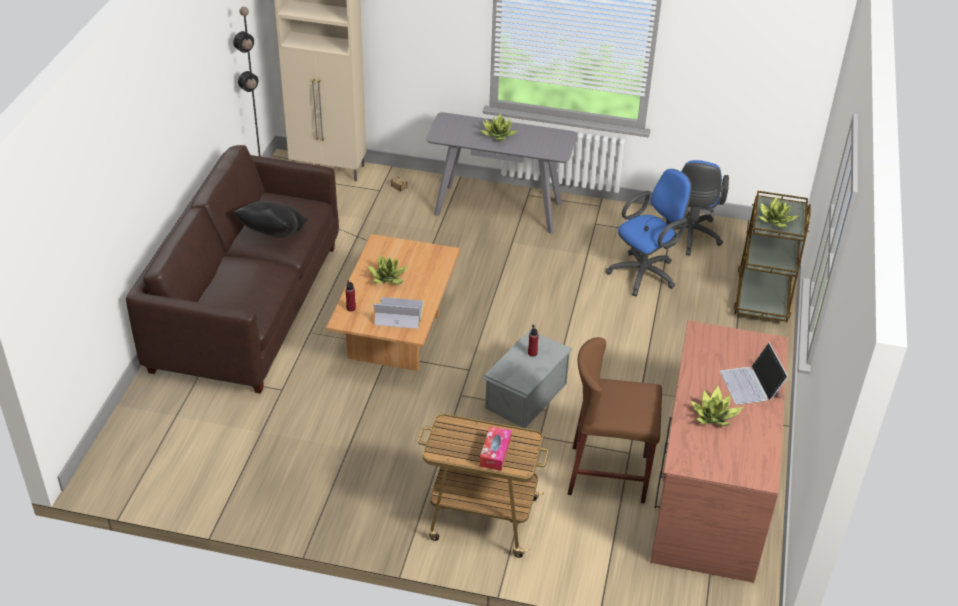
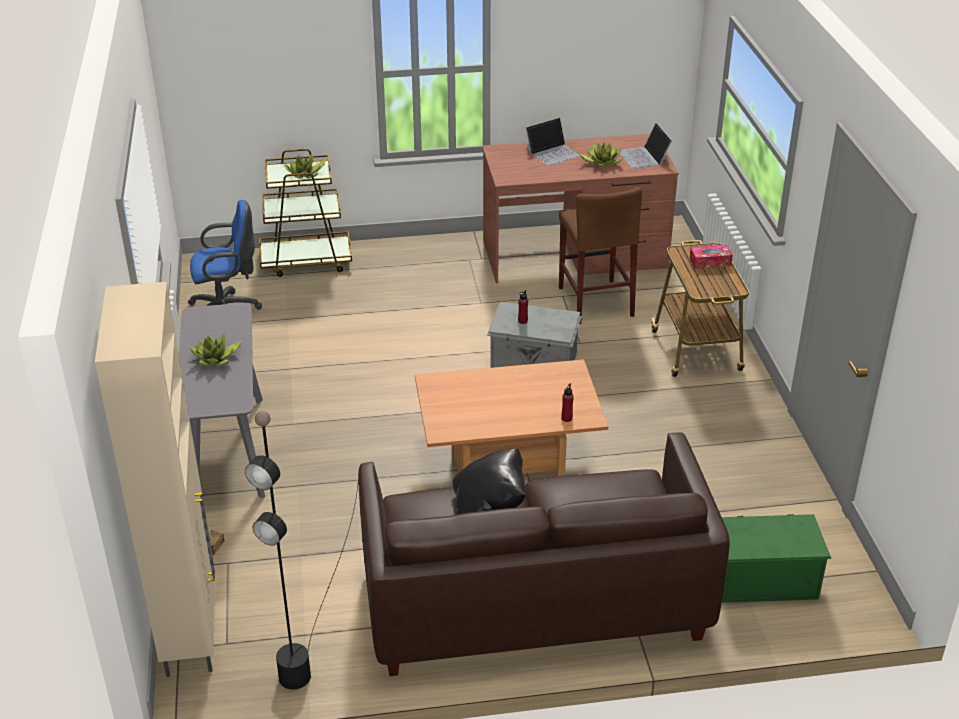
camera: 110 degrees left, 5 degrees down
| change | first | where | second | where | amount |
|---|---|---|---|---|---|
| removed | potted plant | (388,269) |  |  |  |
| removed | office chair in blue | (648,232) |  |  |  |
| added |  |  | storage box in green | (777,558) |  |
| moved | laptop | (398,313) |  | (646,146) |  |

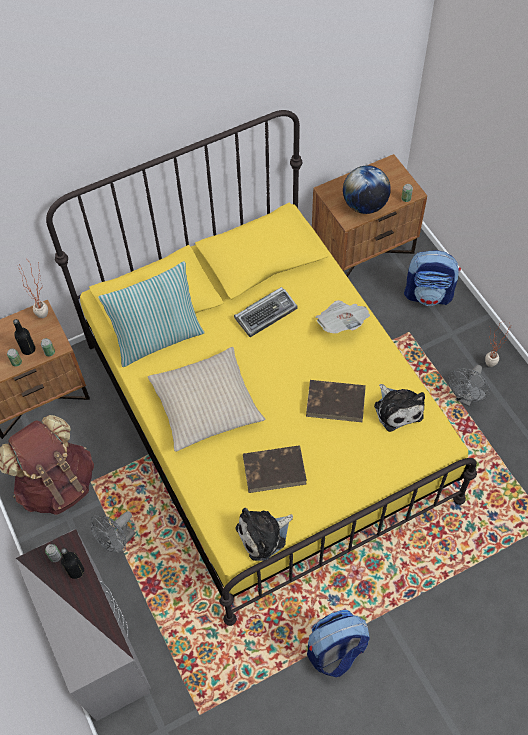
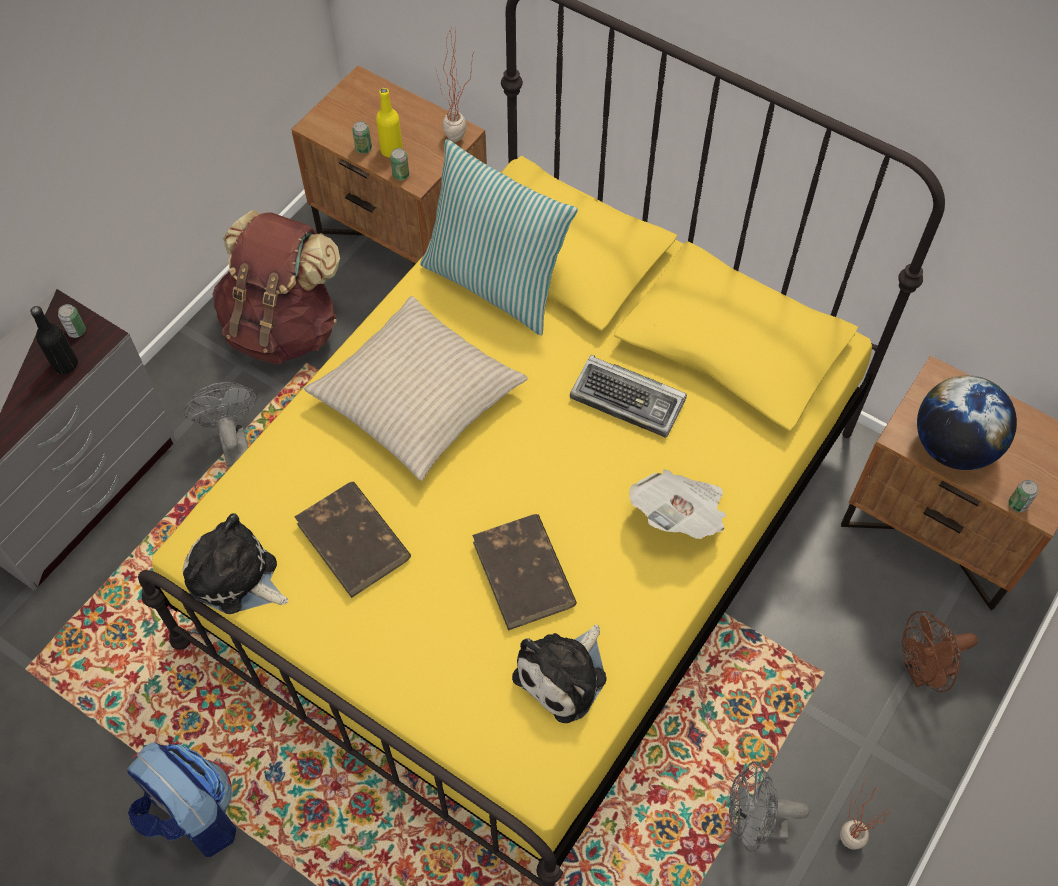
camera: 60 degrees right, 0 degrees up
| change | first | where | second | where | amount |
|---|---|---|---|---|---|
| replaced | backpack | (432,278) | fan in brown | (940,651) |  |
| recoloured | bottle in black | (24,337) | bottle in yellow | (389,123) |  |
| turned | fan in grey | (113,532) |  | (220,424) | 60 degrees clockwise |

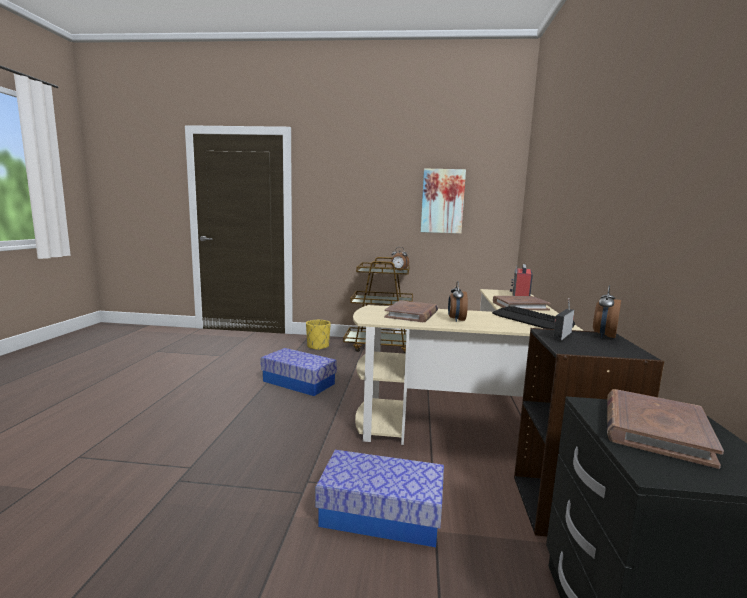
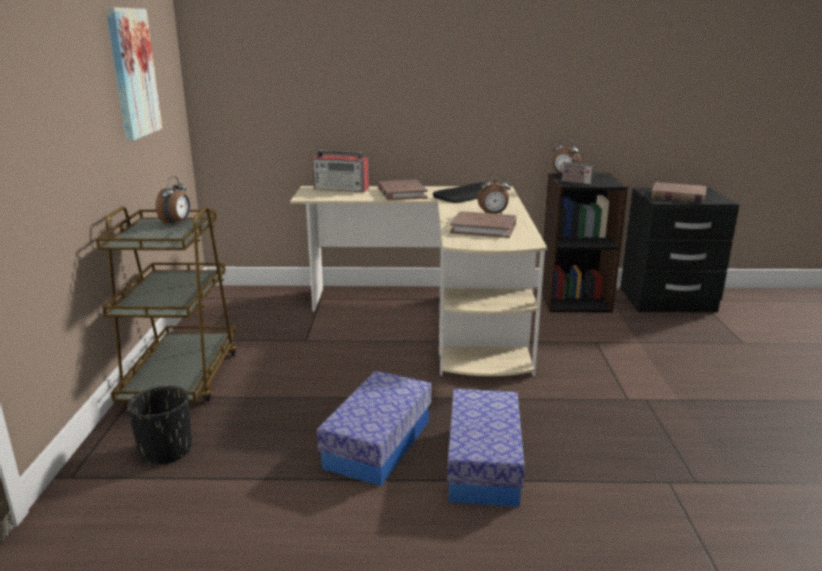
camera: 95 degrees left, 10 degrees up
| change | first | where | second | where | amount |
|---|---|---|---|---|---|
| moved | storage box | (379,498) |  | (486,448) |  |
| recoloured | planter in yellow | (318,335) | planter in black | (159,426) |  |

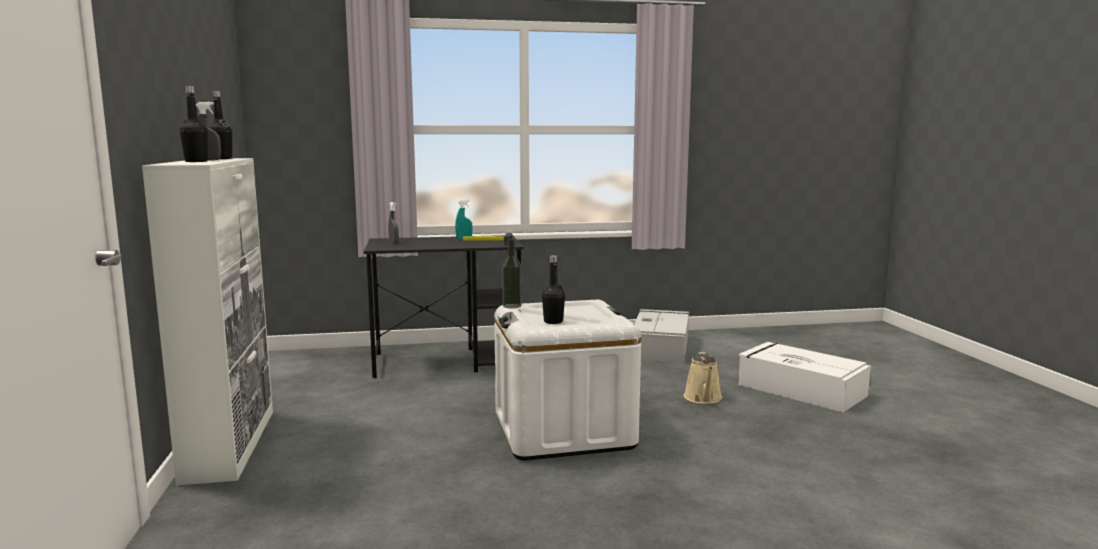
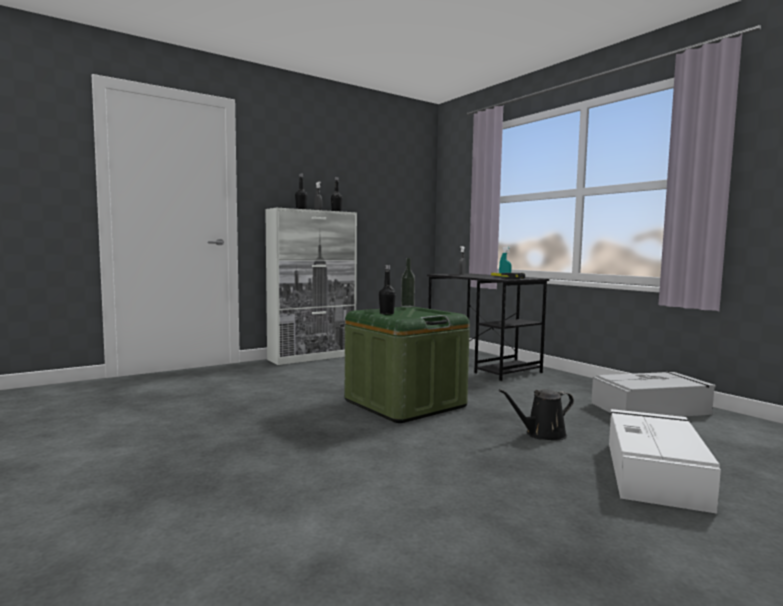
camera: 65 degrees right, 5 degrees down
| change | first | where | second | where | amount |
|---|---|---|---|---|---|
| recoloured | storage box in white | (567,379) | storage box in green | (407,365) |  |
| recoloured | watering can in beige | (703,378) | watering can in black | (536,414) |  |

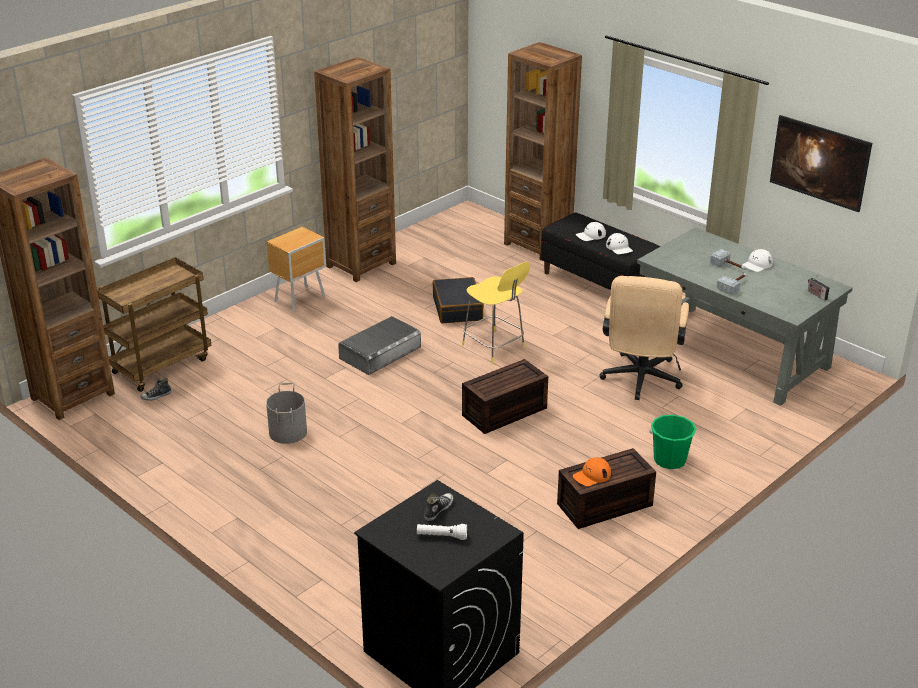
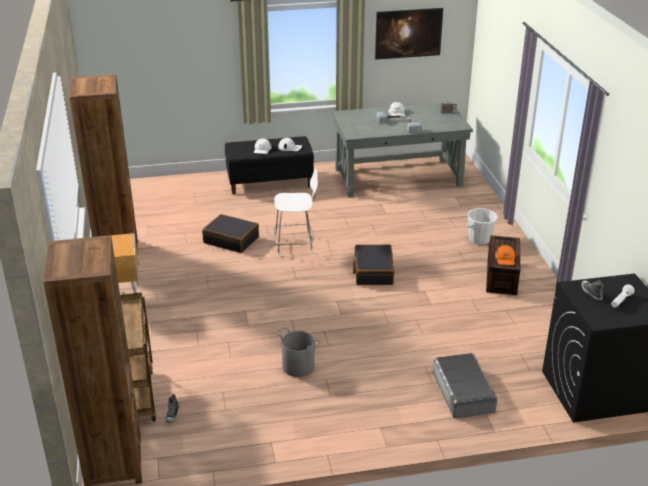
camera: 55 degrees left, 0 degrees up
| change | first | where | second | where | amount |
|---|---|---|---|---|---|
| removed | bookcase in brown | (543,151) |  |  |  |
| removed | office chair in beige | (644,338) |  |  |  |
| moved | storage box in grey | (379,345) |  | (465,385) |  |
| replaced | storage box in brown | (505,396) | suitcase in black | (373,264) |  |
| recoloured | stool in yellow | (496,312) | stool in white | (295,212) |  |
| recoloured | bucket in green | (673,442) | bucket in white | (482,226) |  |

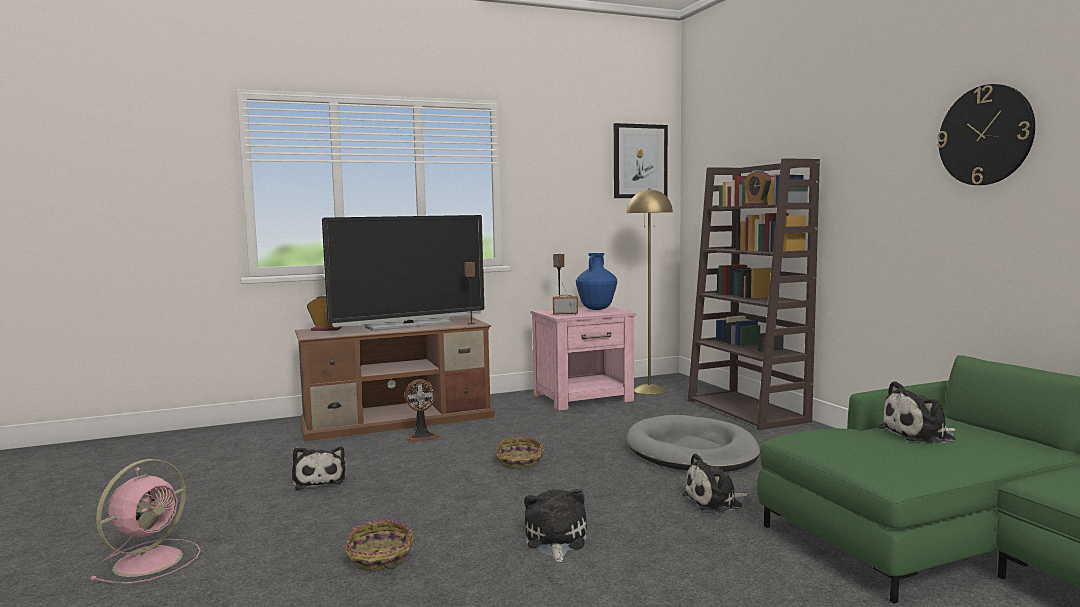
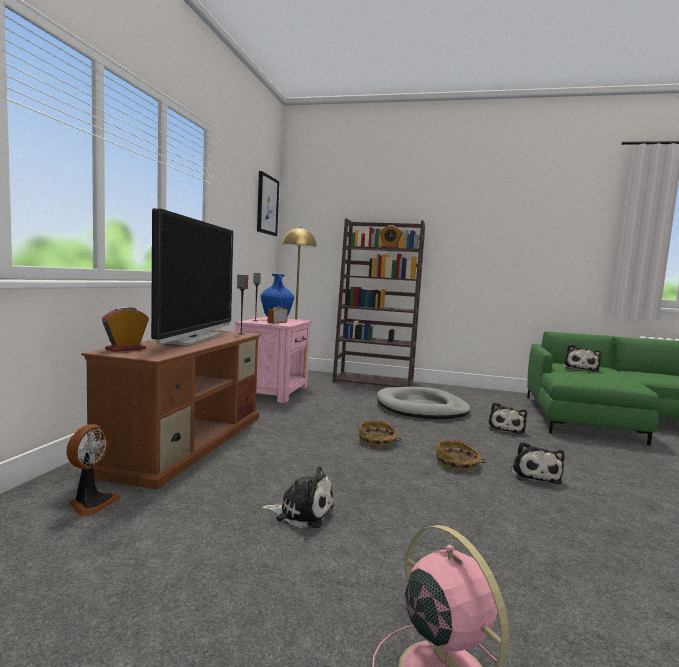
camera: 55 degrees left, 0 degrees up
| change | first | where | second | where | amount |
|---|---|---|---|---|---|
| removed | wall clock | (986,134) |  |  |  |
| moved | basket | (378,545) |  | (461,456) |  |
| moved | fan | (422,410) |  | (93,470) |  |
| turned | plush toy | (555,525) |  | (538,463) | 120 degrees counterclockwise |

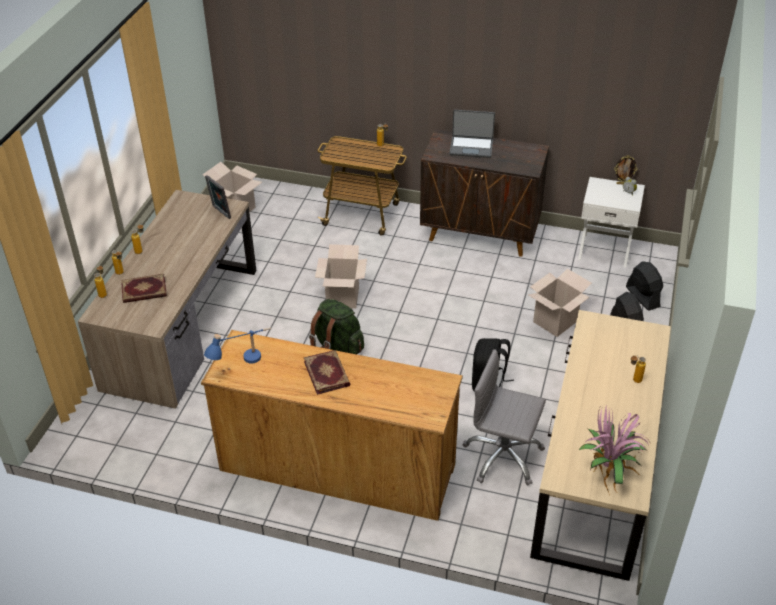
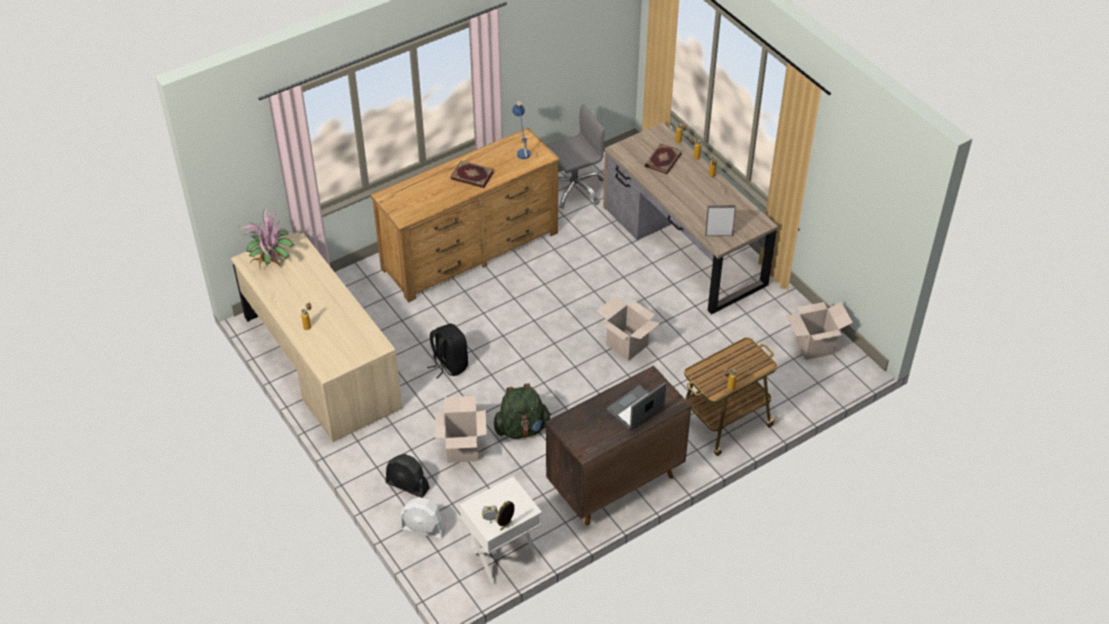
camera: 130 degrees right, 5 degrees up
| change | first | where | second | where | amount |
|---|---|---|---|---|---|
| moved | backpack in green | (336,326) |  | (522,411) |  |
| moved | office chair in grey | (504,417) |  | (575,156) |  |
| recoloured | fan in black | (644,286) | fan in white | (423,518) |  |

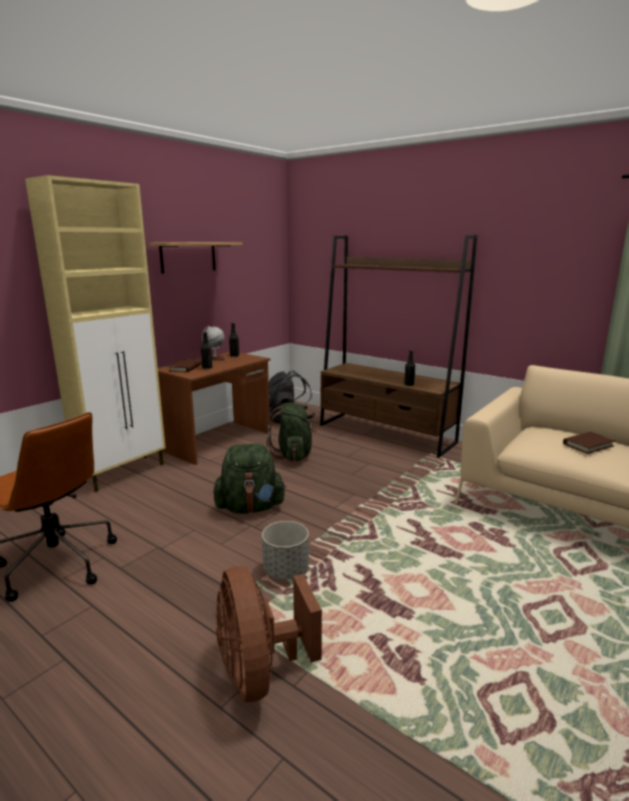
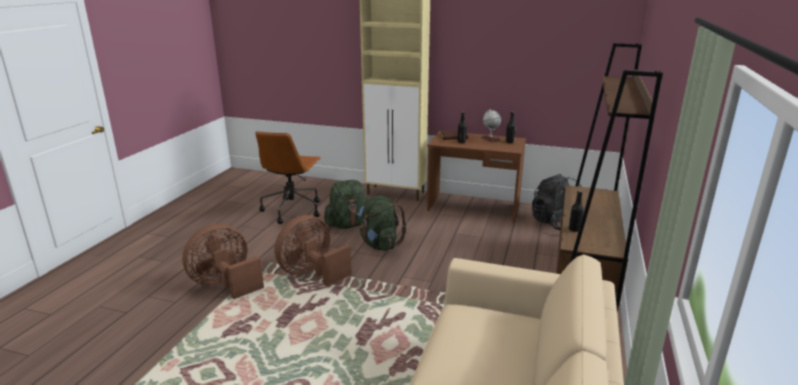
camera: 70 degrees right, 5 degrees up
| change | first | where | second | where | amount |
|---|---|---|---|---|---|
| removed | shelf | (195,258) |  |  |  |
| removed | book in brown | (589,443) |  |  |  |
| moved | backpack in green | (292,432) |  | (345,204) |  |
| replaced | planter in grey | (285,550) | fan in brown | (313,250) |  |

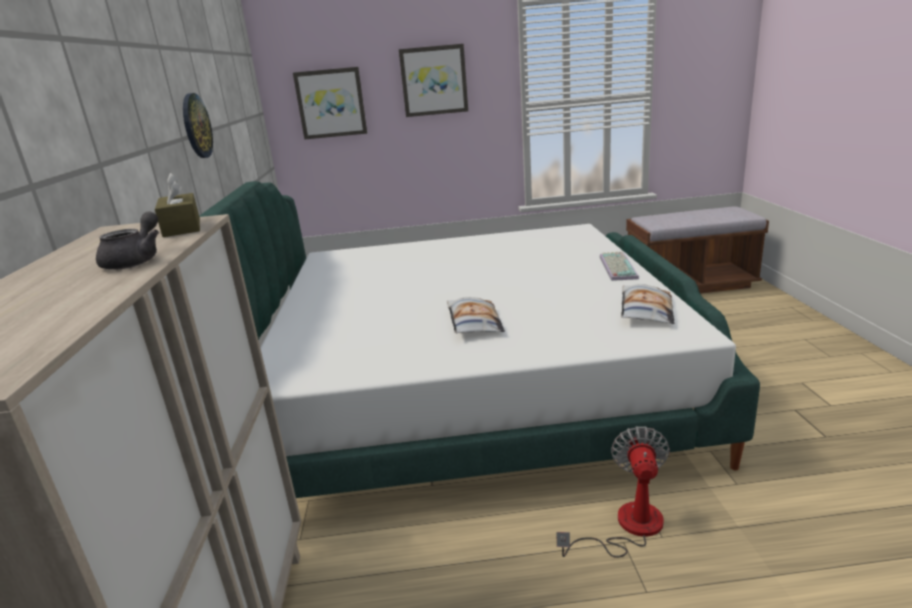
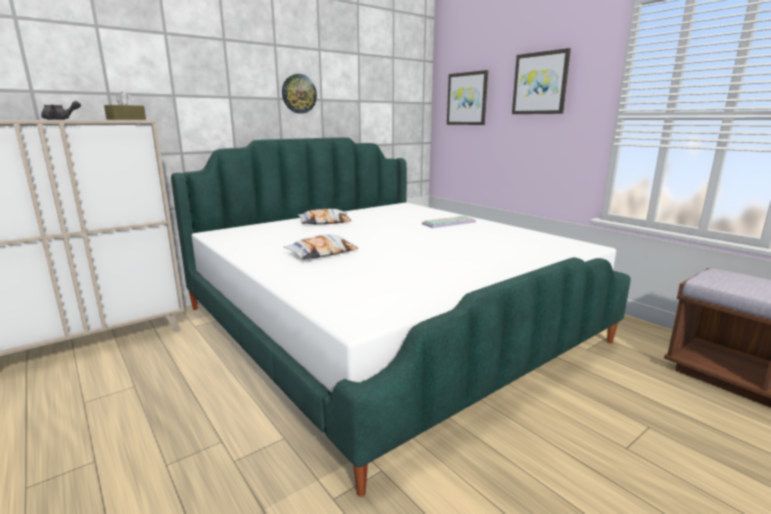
camera: 55 degrees right, 5 degrees down
| change | first | where | second | where | amount |
|---|---|---|---|---|---|
| removed | fan | (613,492) |  |  |  |
| moved | keyboard | (619,266) |  | (449,222) |  |
| moved | pillow | (647,304) |  | (324,217) |  |

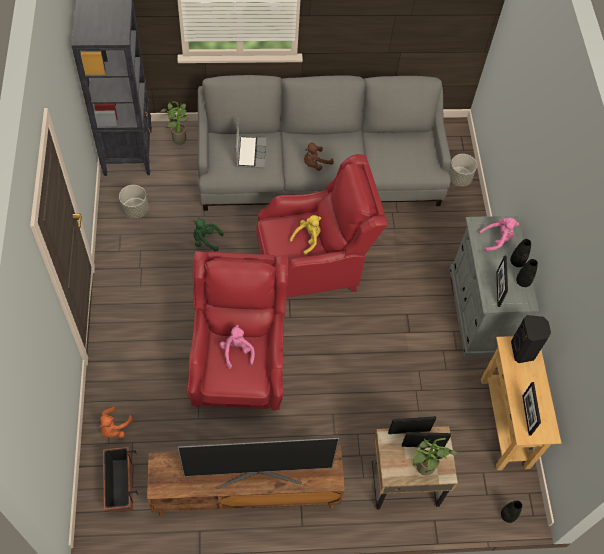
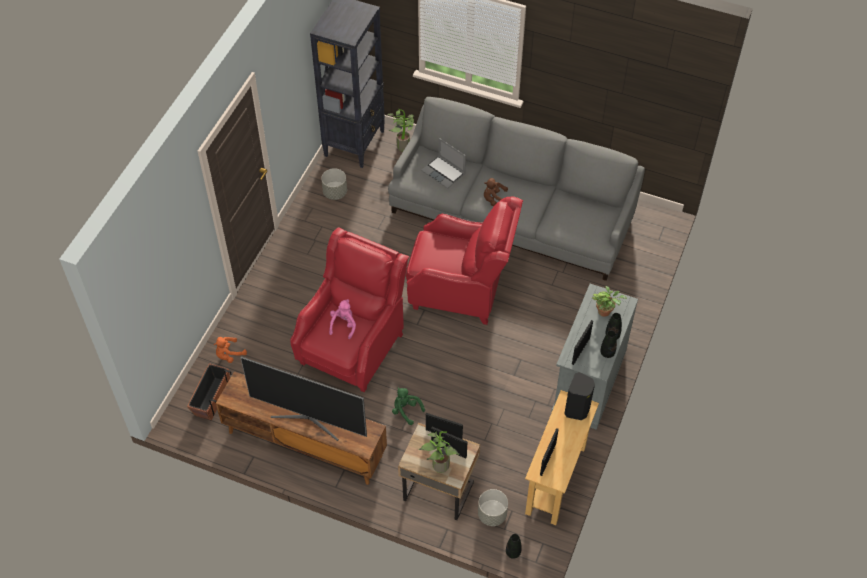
camera: 30 degrees right, 5 degrees down
| change | first | where | second | where | amount |
|---|---|---|---|---|---|
| removed | plush toy in yellow | (305,235) |  |  |  |
| moved | plush toy in green | (208,235) |  | (408,406) |  |
| moved | planter in grey | (462,170) |  | (493,507) |  |
| replaced | plush toy in pink | (499,234) | potted plant | (609,301) |  |
| turned | laptop | (251,143) |  | (443,163) | 105 degrees clockwise |

